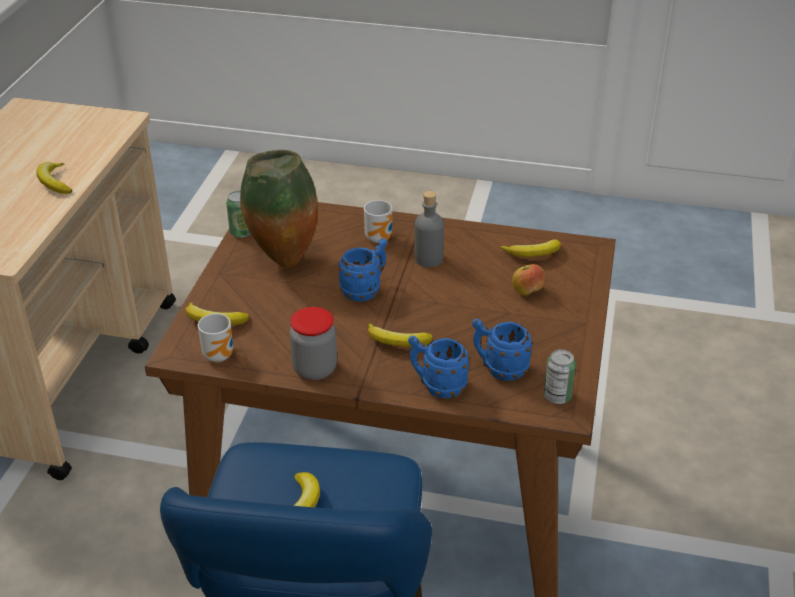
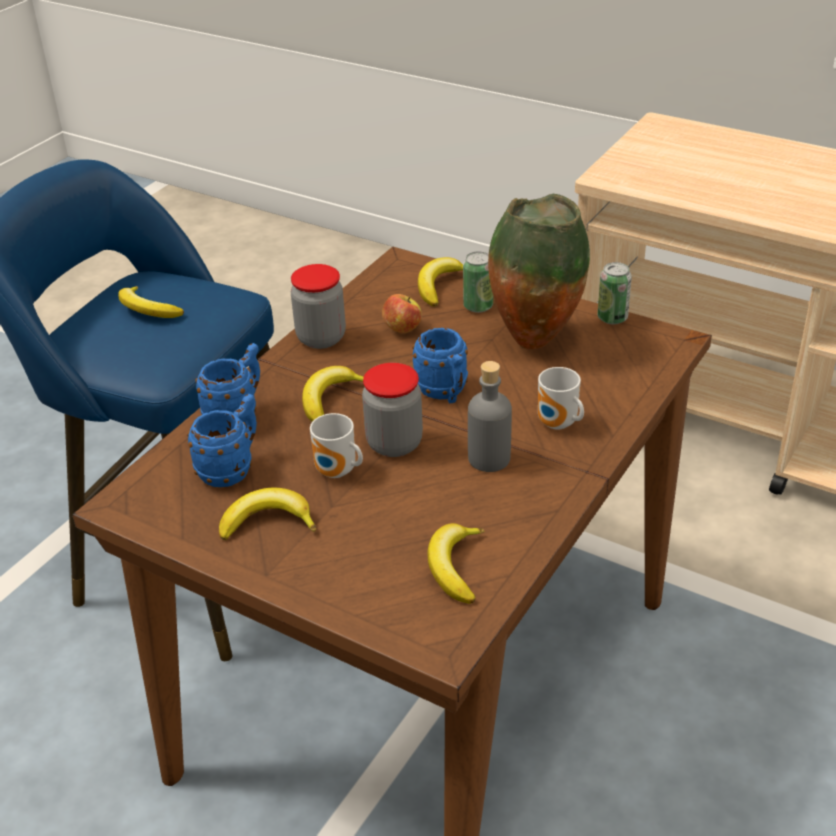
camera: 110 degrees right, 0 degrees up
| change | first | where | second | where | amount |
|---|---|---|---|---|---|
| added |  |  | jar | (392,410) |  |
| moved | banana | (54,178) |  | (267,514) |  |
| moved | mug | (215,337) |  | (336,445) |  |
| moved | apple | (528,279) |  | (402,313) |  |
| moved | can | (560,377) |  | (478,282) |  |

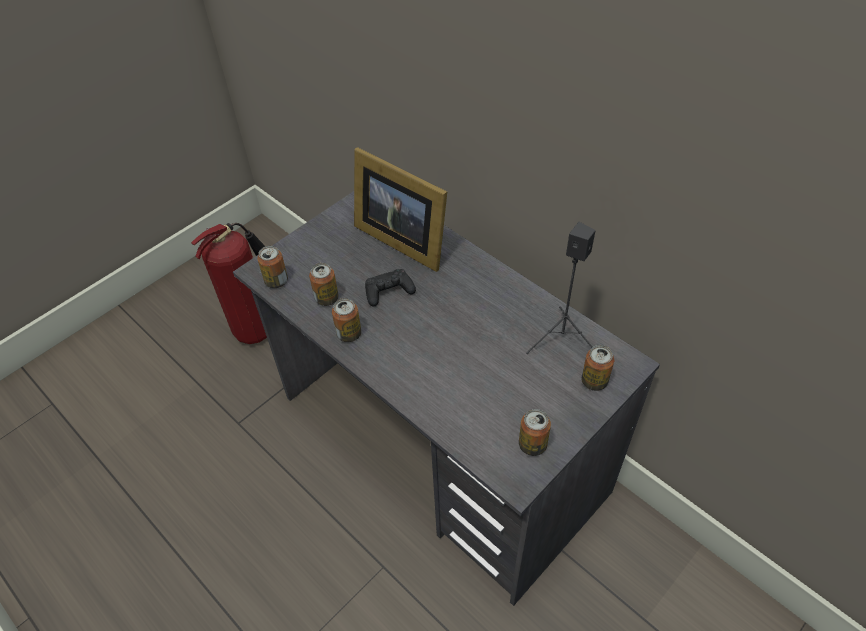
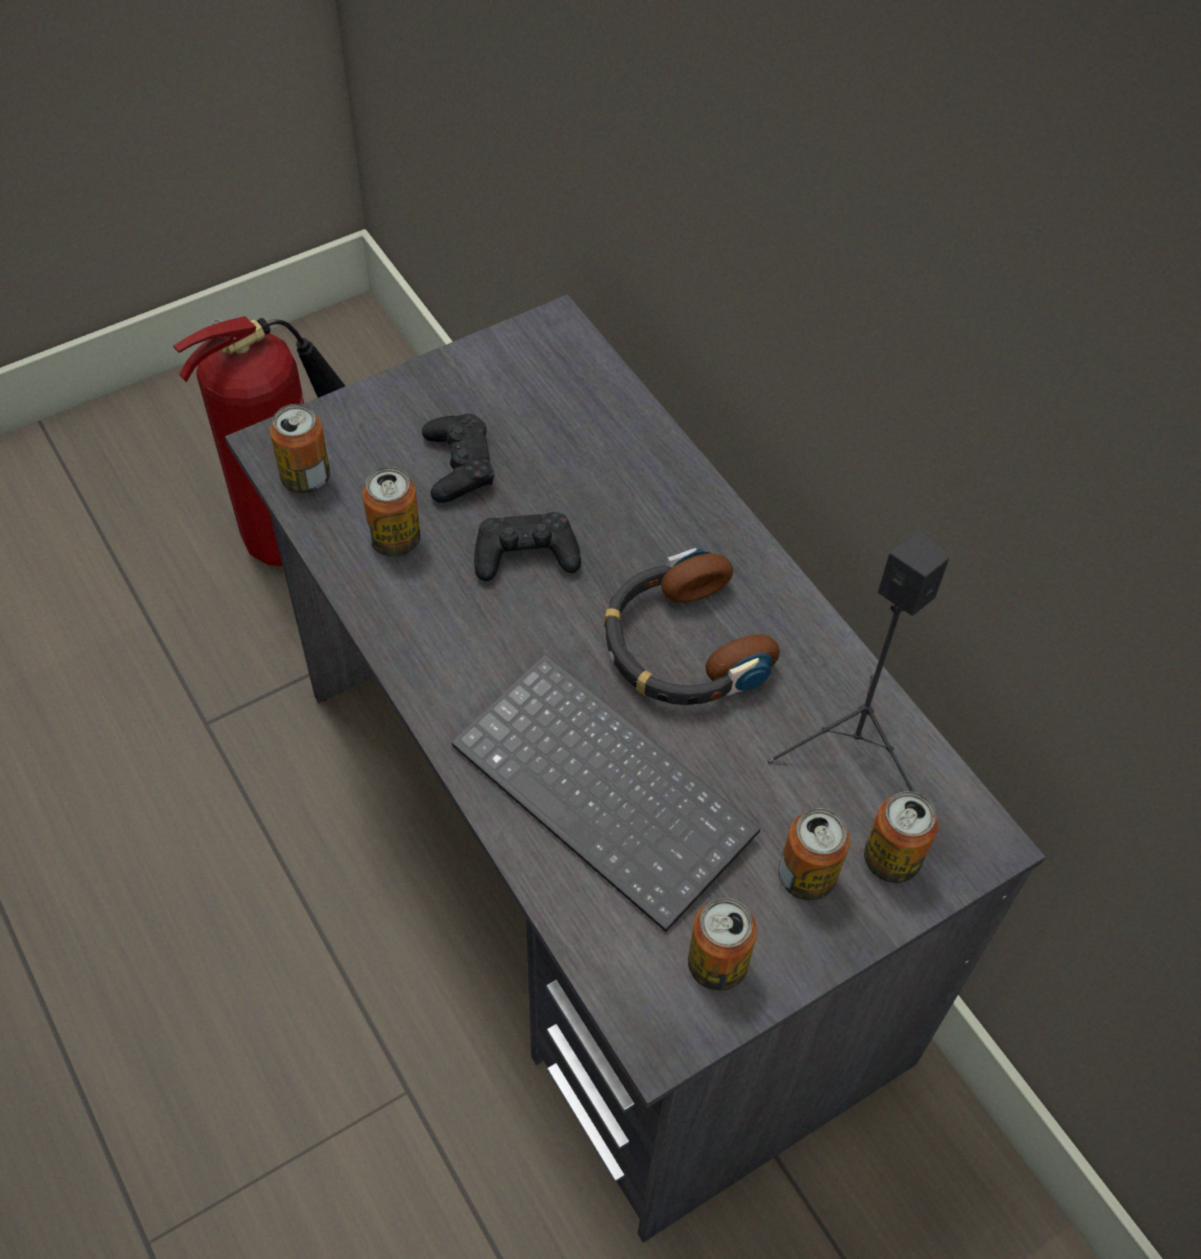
camera: 10 degrees right, 5 degrees up
| change | first | where | second | where | amount |
|---|---|---|---|---|---|
| removed | picture frame | (400,209) |  |  |  |
| added |  |  | game controller in black | (458,458) |  |
| added |  |  | keyboard | (606,793) |  |
| added |  |  | headphones | (692,626) |  |
| moved | can | (346,320) |  | (814,854) |  |

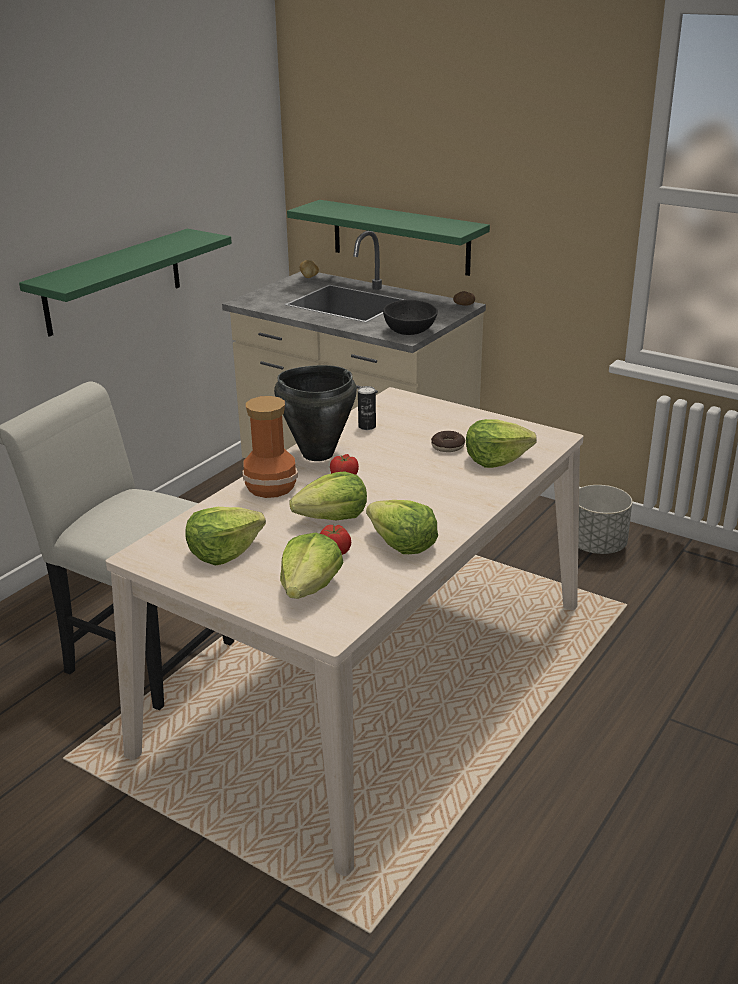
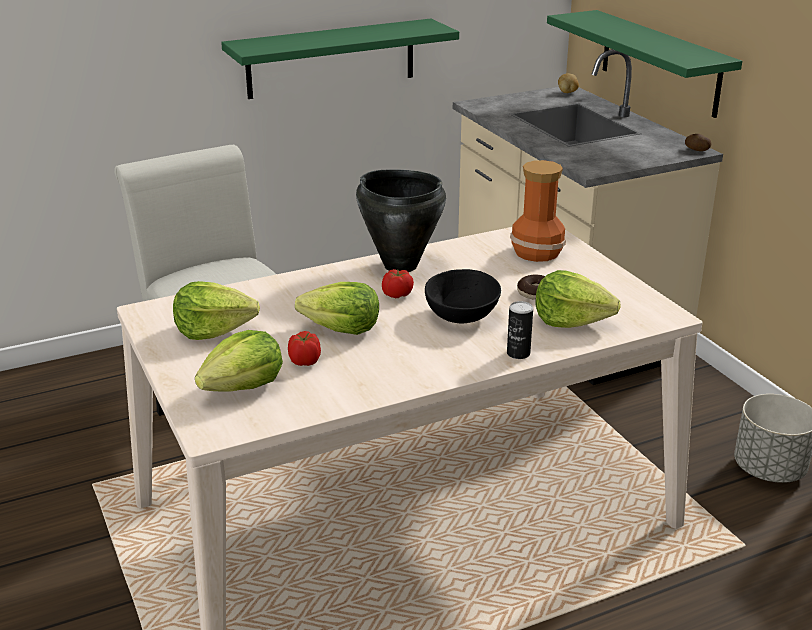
camera: 30 degrees right, 0 degrees up
| change | first | where | second | where | amount |
|---|---|---|---|---|---|
| removed | lettuce | (402,527) |  |  |  |
| moved | vase | (270,447) |  | (538,211) |  |
| moved | can | (367,408) |  | (520,330) |  |
| moved | bowl in black | (410,317) |  | (463,296) |  |

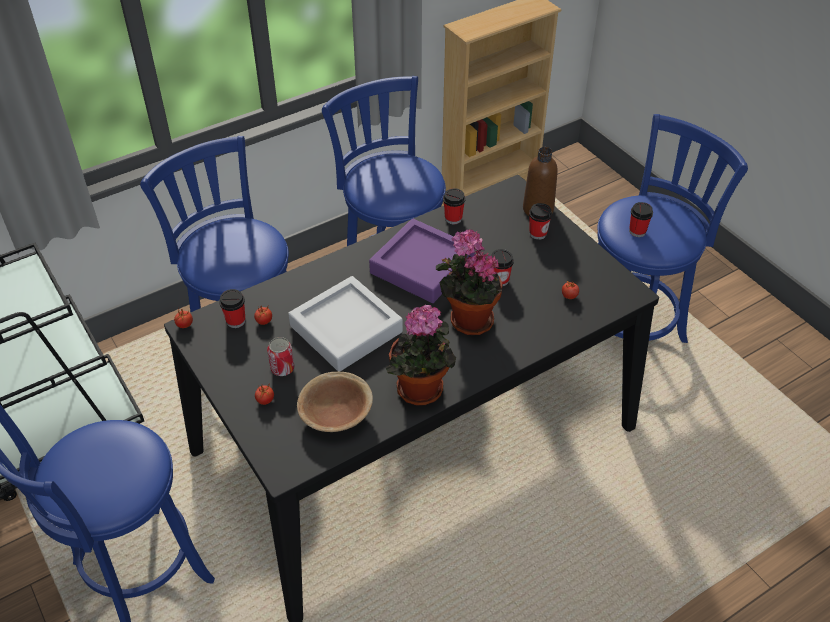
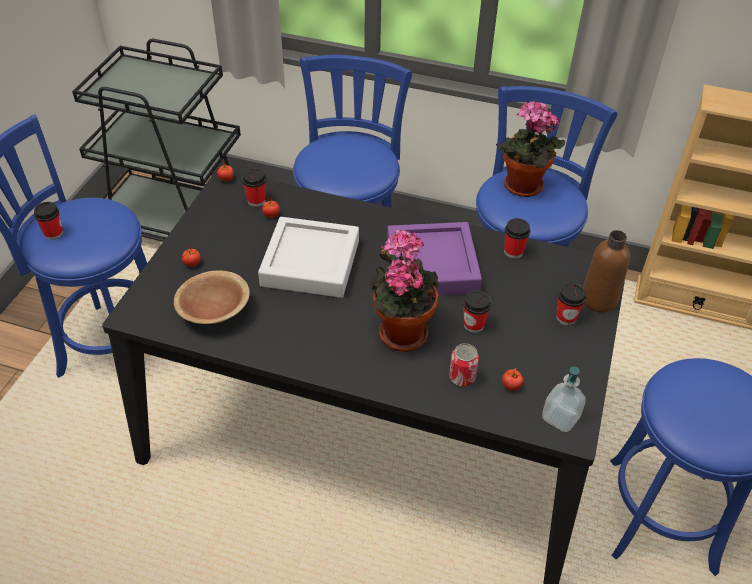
camera: 50 degrees right, 0 degrees up
| change | first | where | second | where | amount |
|---|---|---|---|---|---|
| added |  |  | soap dispenser | (564,399) |  |
| moved | can | (280,356) |  | (464,365) |  |
| moved | potted plant | (421,355) |  | (530,149) |  |
| moved | cup | (641,219) |  | (48,221) |  |

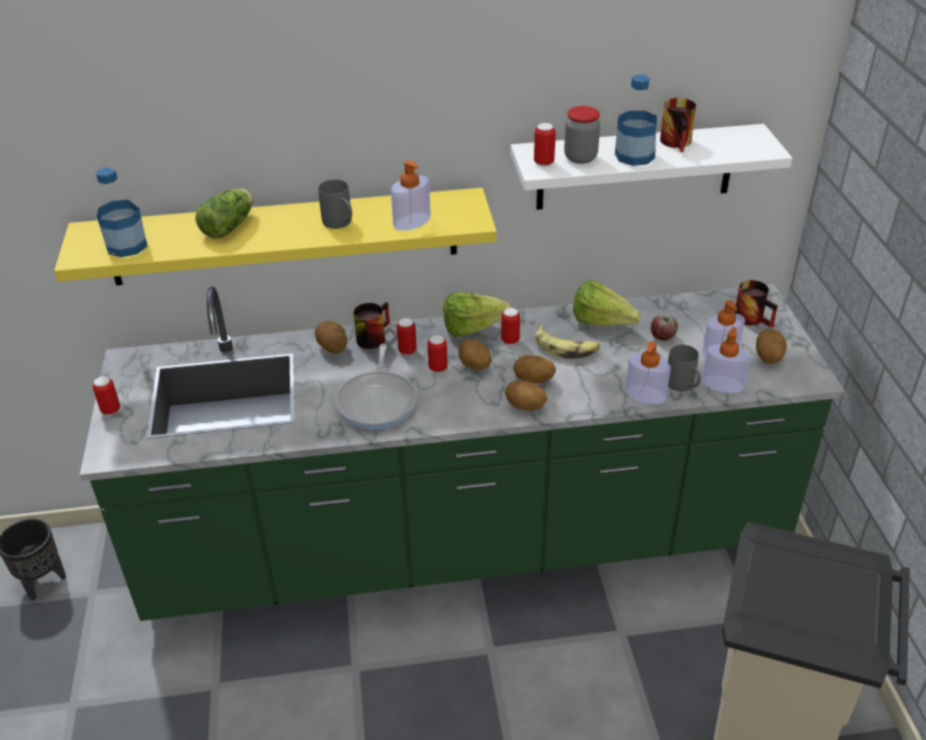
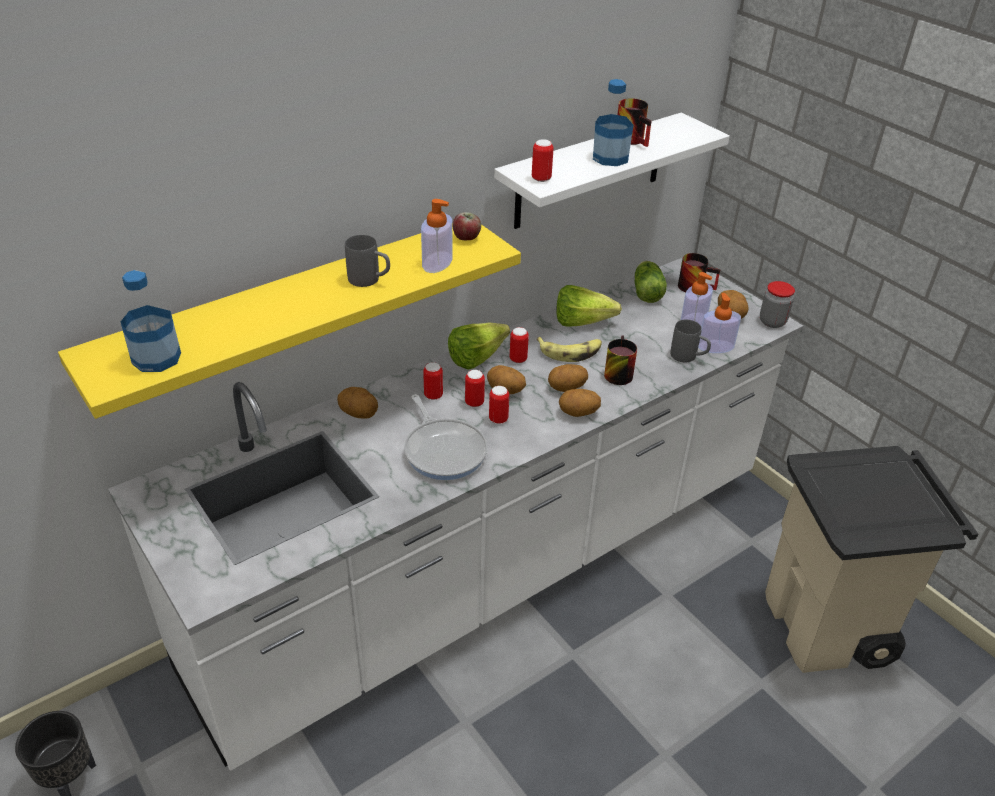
camera: 30 degrees left, 0 degrees up
| change | first | where | second | where | amount |
|---|---|---|---|---|---|
| removed | soap dispenser | (648,372) |  |  |  |
| moved | can | (106,395) |  | (499,405) |  |
| moved | lettuce | (224,213) |  | (650,282) |  |
| moved | mug | (371,325) |  | (620,360) |  |
| moved | jar | (582,135) |  | (777,304) |  |
| moved | apple | (664,327) |  | (467,226) |  |
| recoloured | counter in green | (462,452) | counter in white | (456,514) |  |

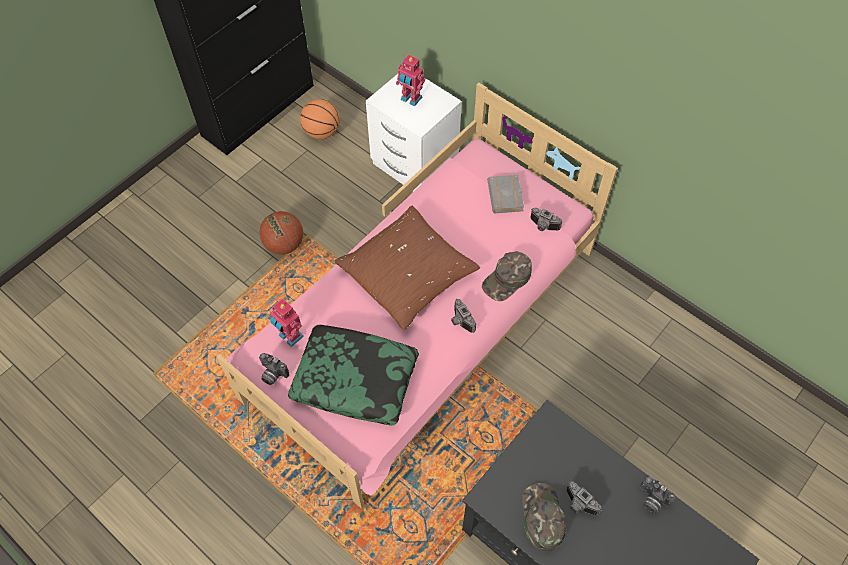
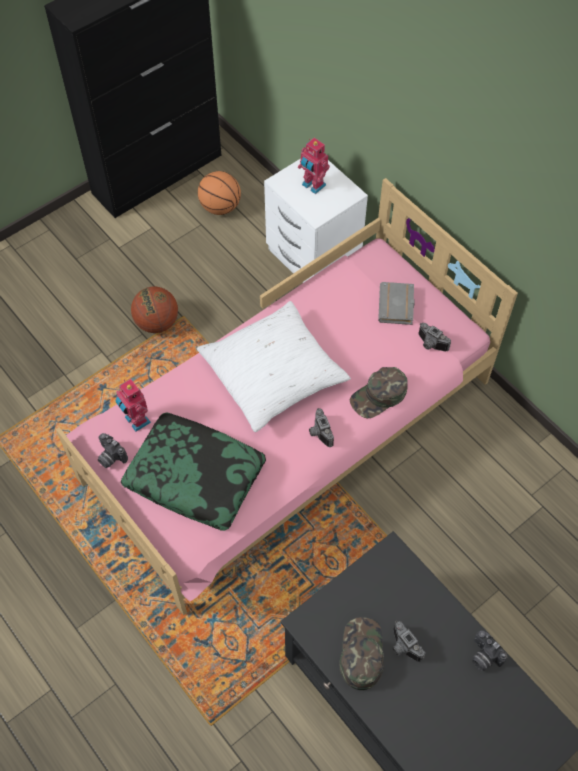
camera: 10 degrees right, 0 degrees up
| change | first | where | second | where | amount |
|---|---|---|---|---|---|
| recoloured | pillow in brown | (408,268) | pillow in white | (274,366) |  |

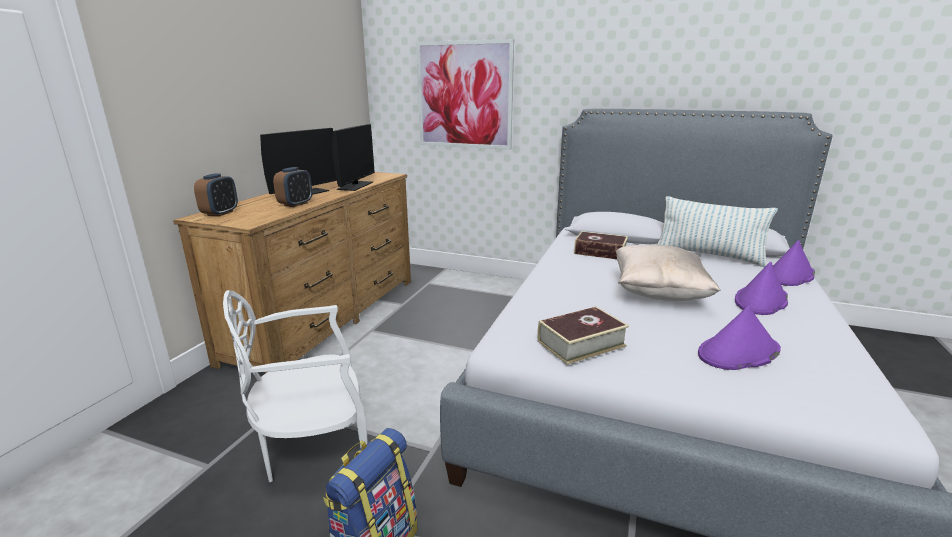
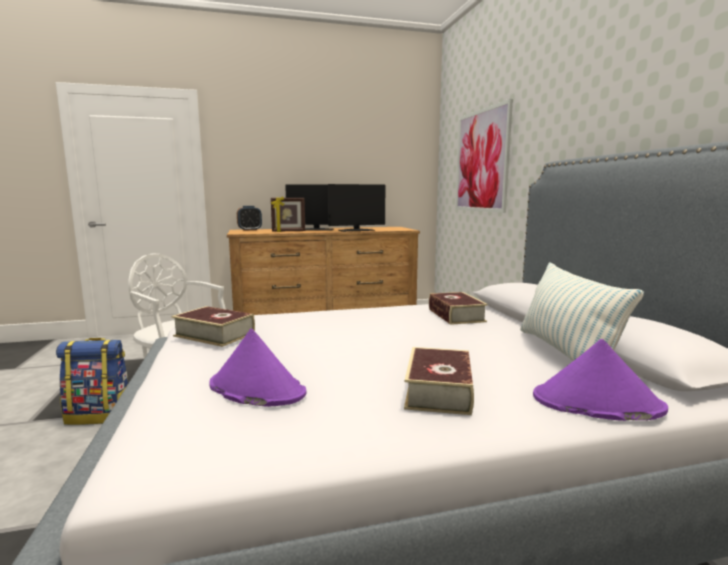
camera: 55 degrees right, 10 degrees down
| change | first | where | second | where | amount |
|---|---|---|---|---|---|
| removed | pillow in beige | (668,273) |  |  |  |
| replaced | alarm clock | (292,187) | picture frame | (288,214) |  |
| replaced | hat in purple | (761,288) | book | (439,381) |  |

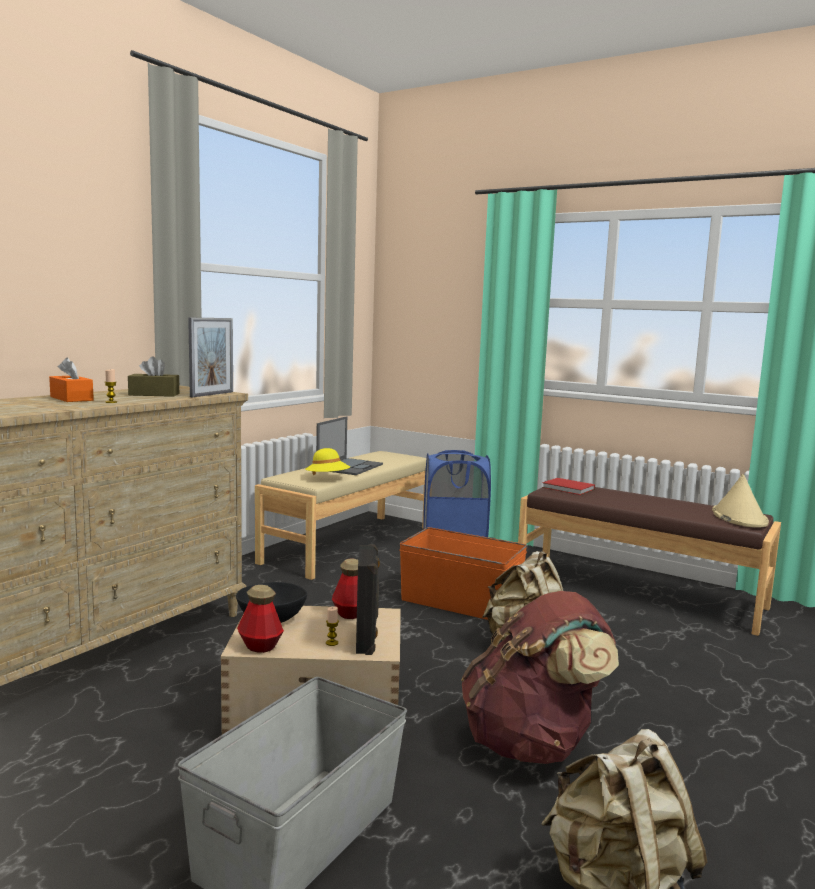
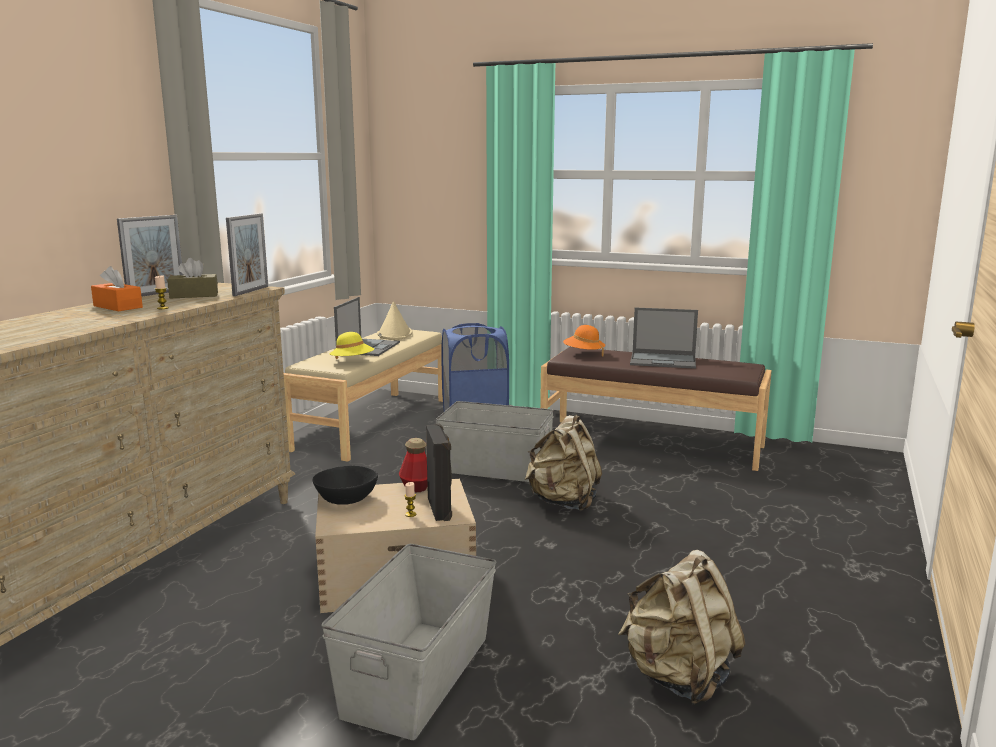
camera: 10 degrees left, 5 degrees up
| change | first | where | second | where | amount |
|---|---|---|---|---|---|
| removed | bottle | (260,619) |  |  |  |
| removed | backpack in brown | (540,677) |  |  |  |
| added |  |  | picture frame | (150,256) |  |
| added |  |  | laptop | (664,338) |  |
| moved | hat in beige | (740,501) |  | (395,320) |  |
| replaced | book in red | (568,486) | hat in orange | (584,341) |  |
| recoloured | storage box in orange | (463,573) | storage box in grey | (495,441) |  |

